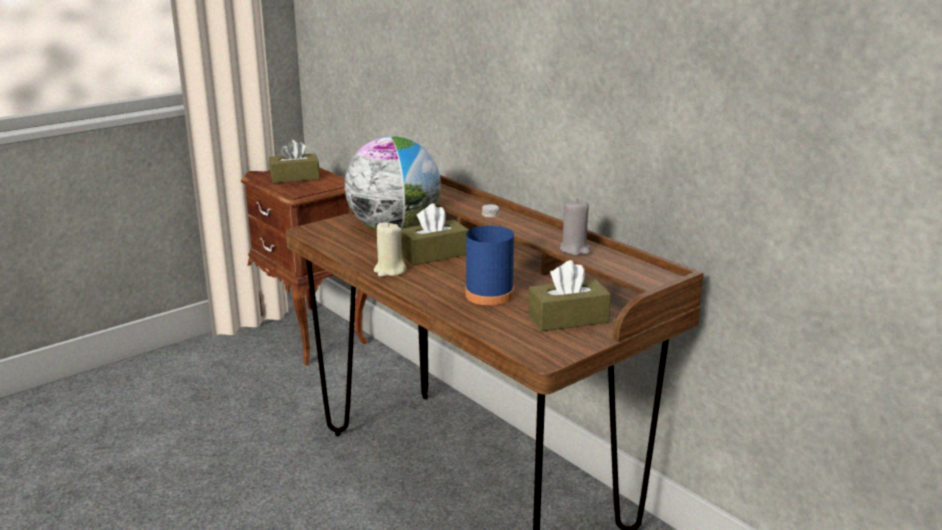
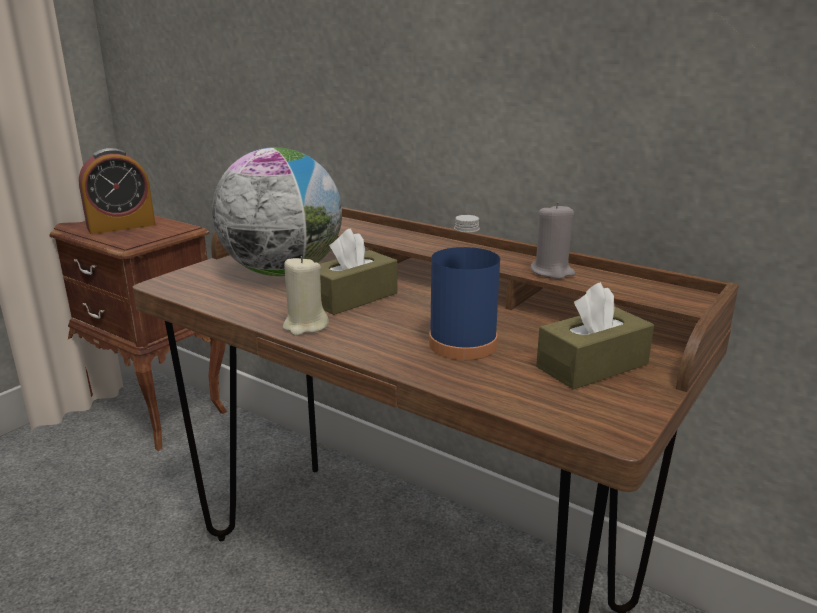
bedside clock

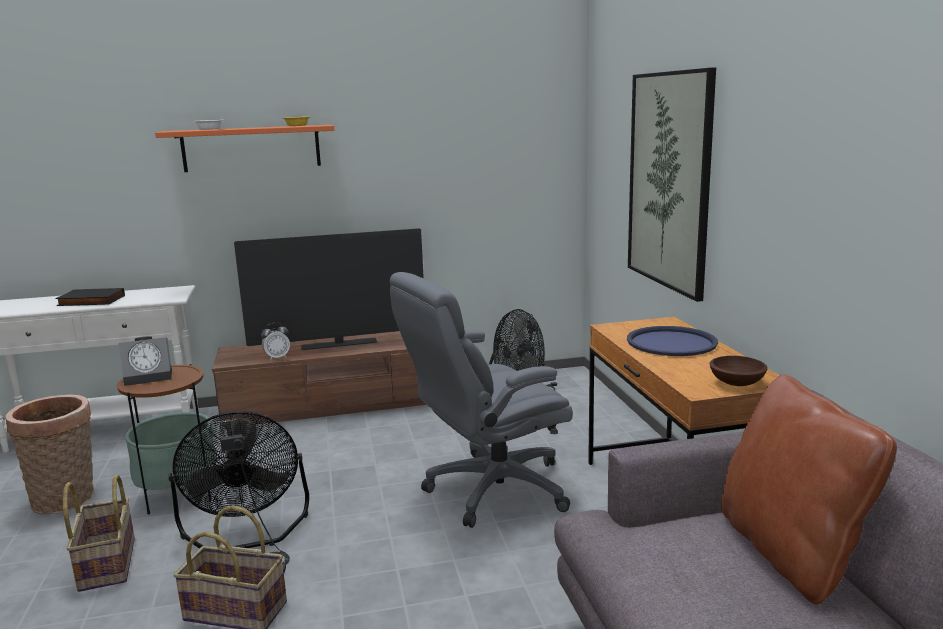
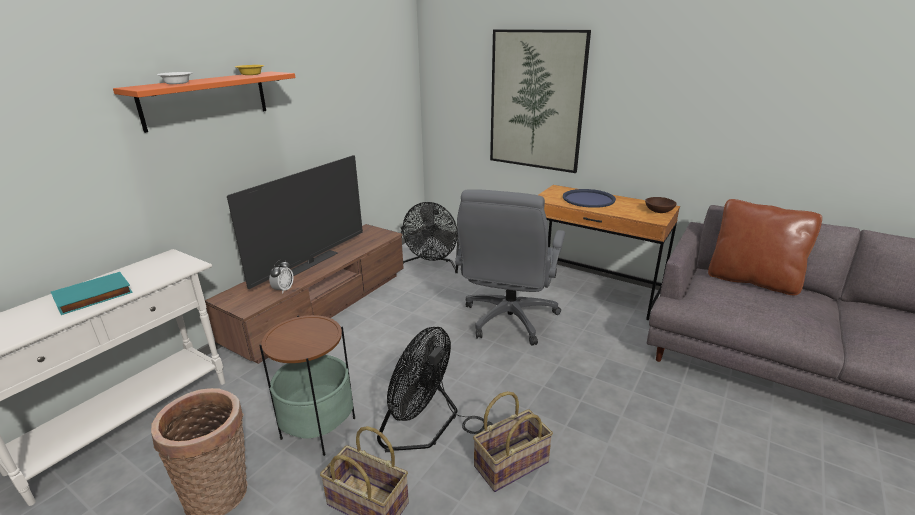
volume/turquoise-coloured; bedside clock (no. 1 from left in the first image)

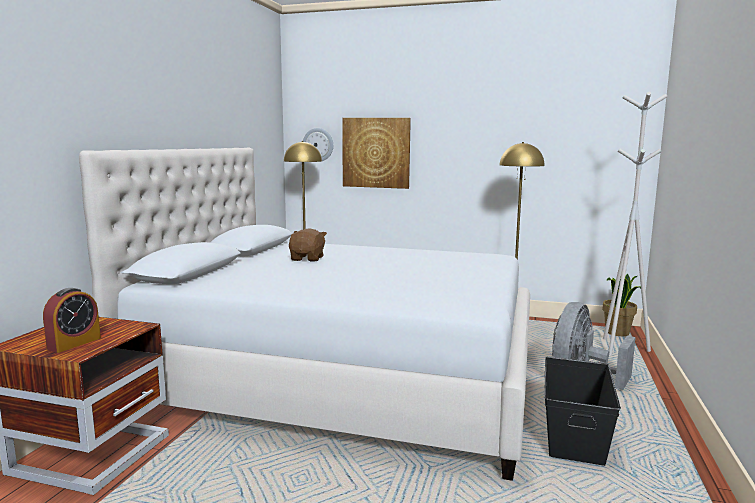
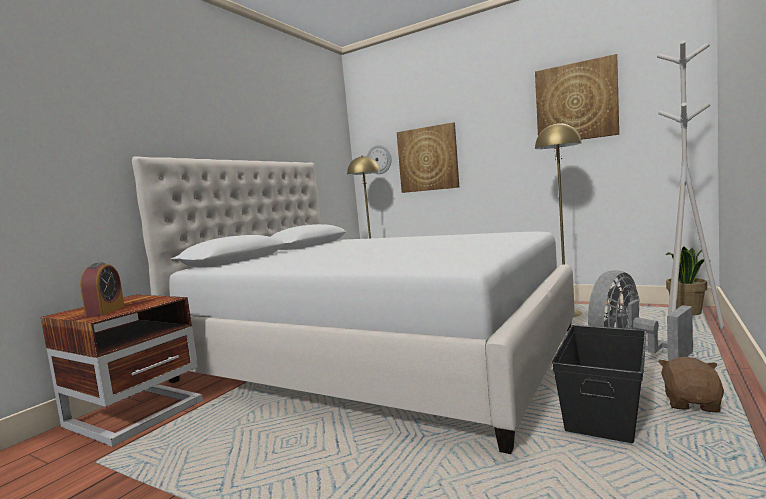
bedside clock; cuddly toy/brownish; picture (no. 2 from left)

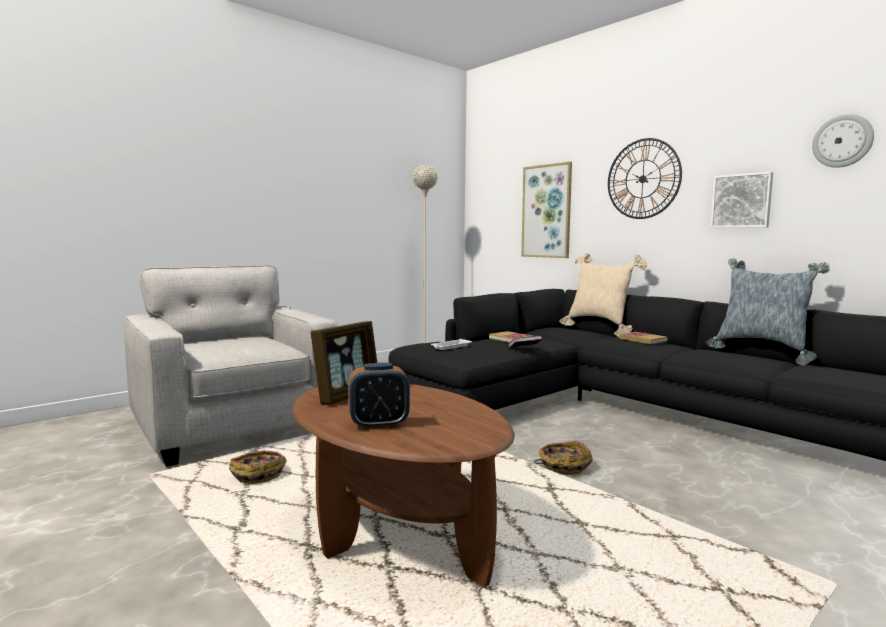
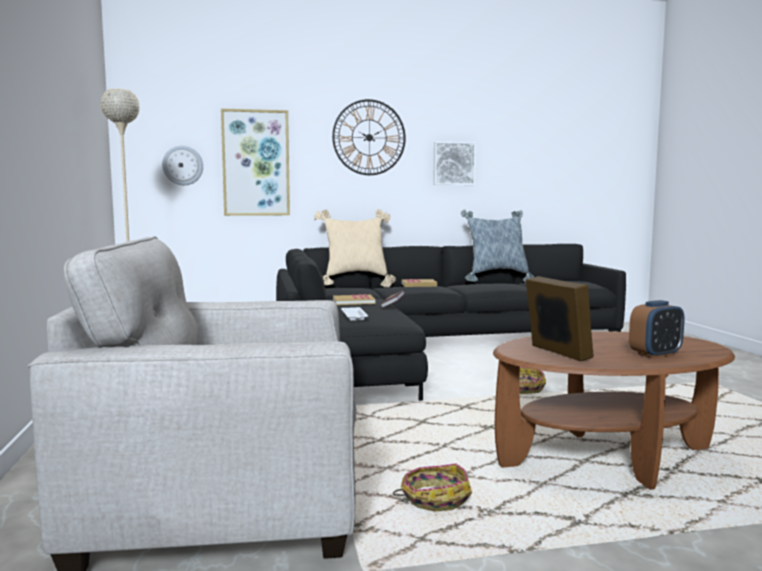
bedside clock; wall clock (no. 1 from left)

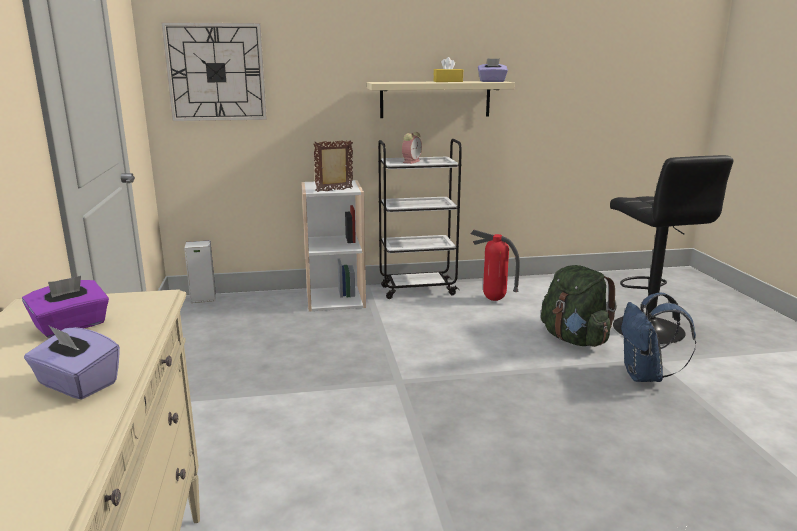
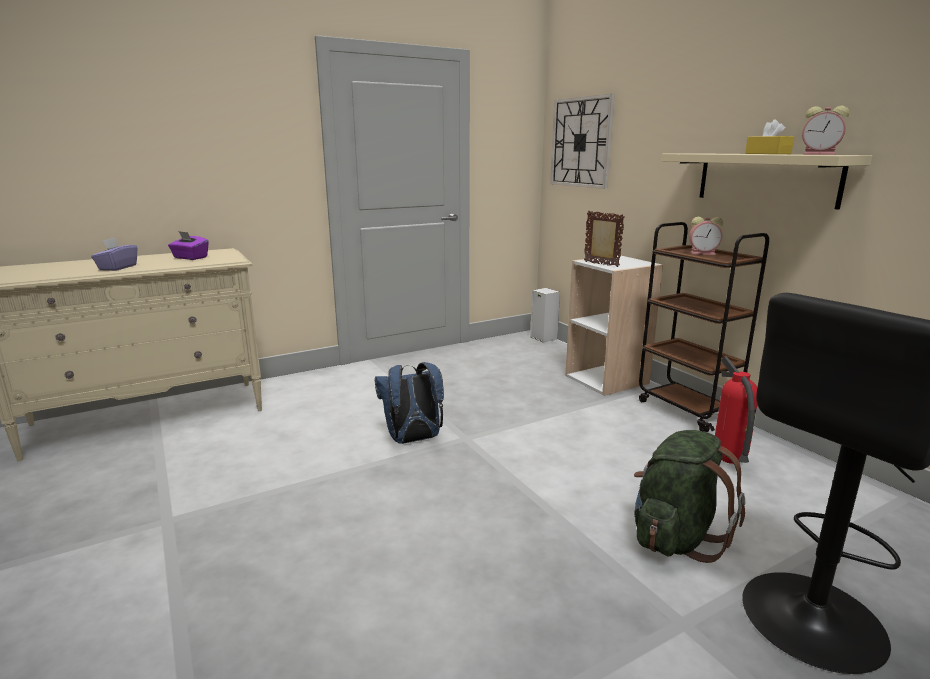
trolley/brownish; bedside clock (no. 2 from left); backpack/blue-coloured

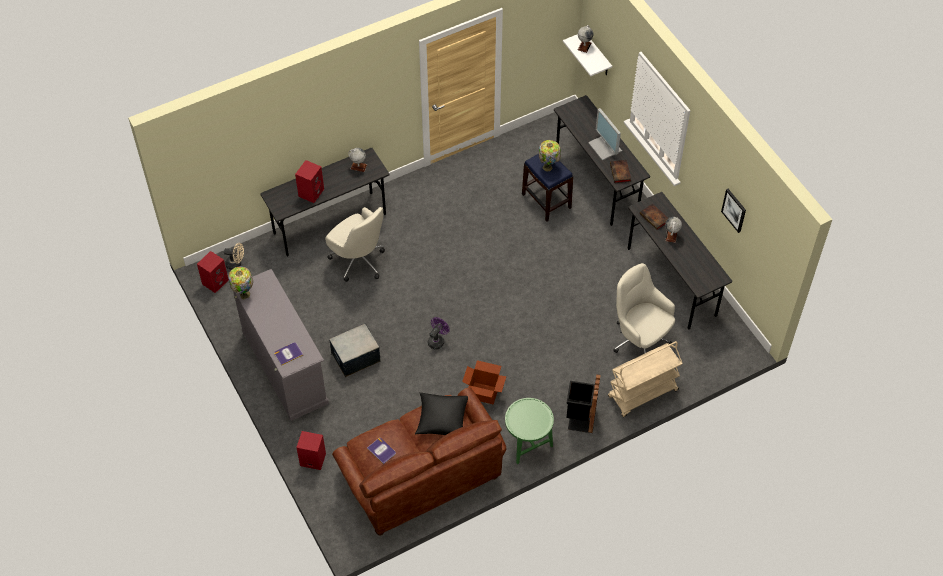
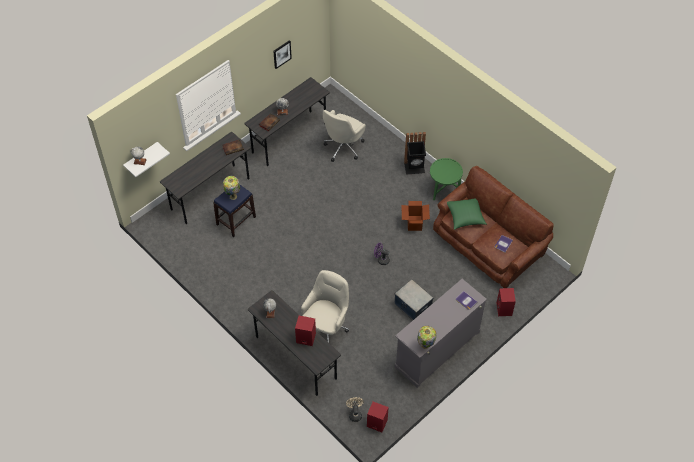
cushion/greenish; computer display; trolley/sand-coloured

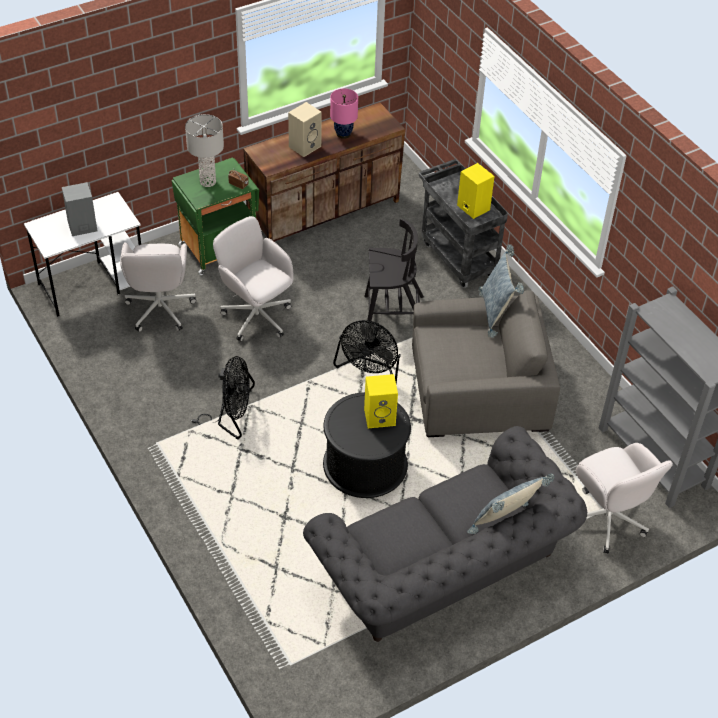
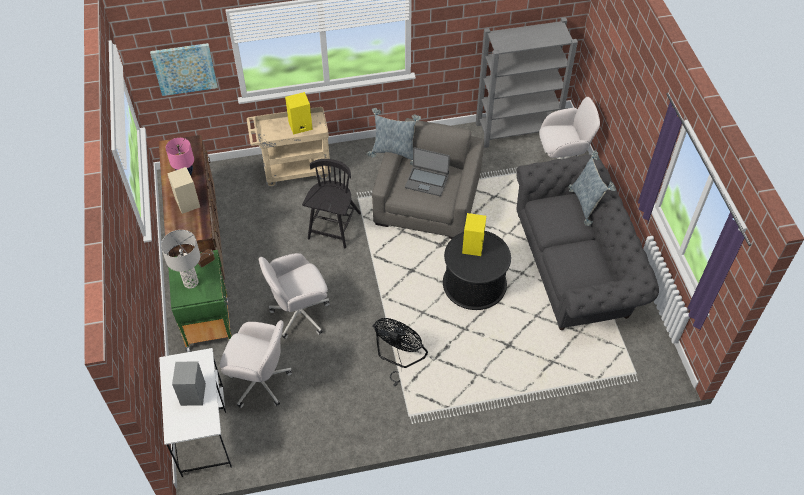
cooling fan/blackish (no. 2 from left in the first image); trolley/sand-coloured; picture; laptop

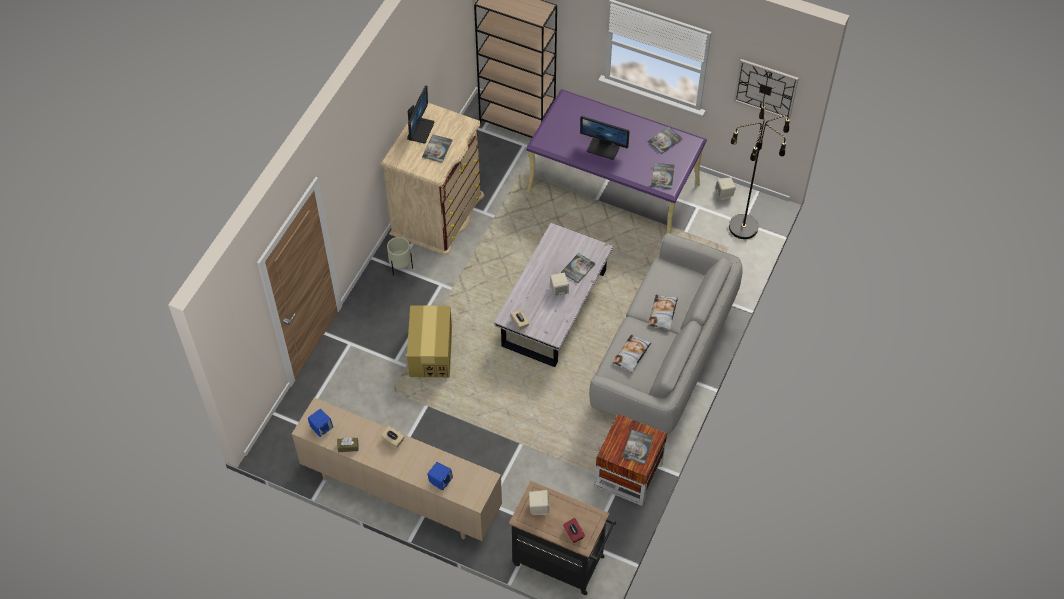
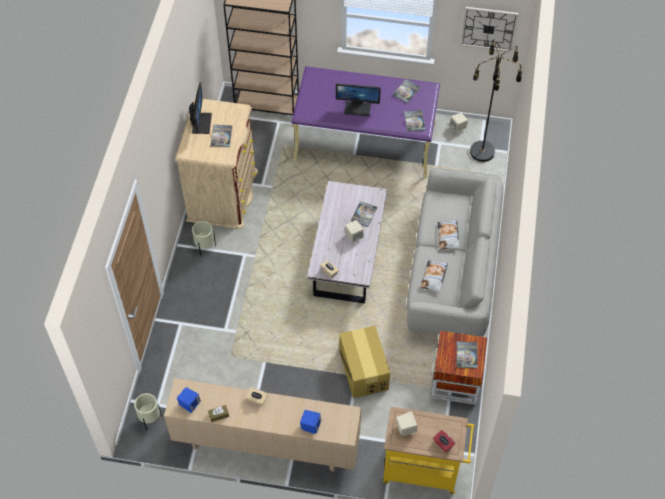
cardboard box; trolley/yellowish; flower pot/sand-coloured (no. 1 from left)

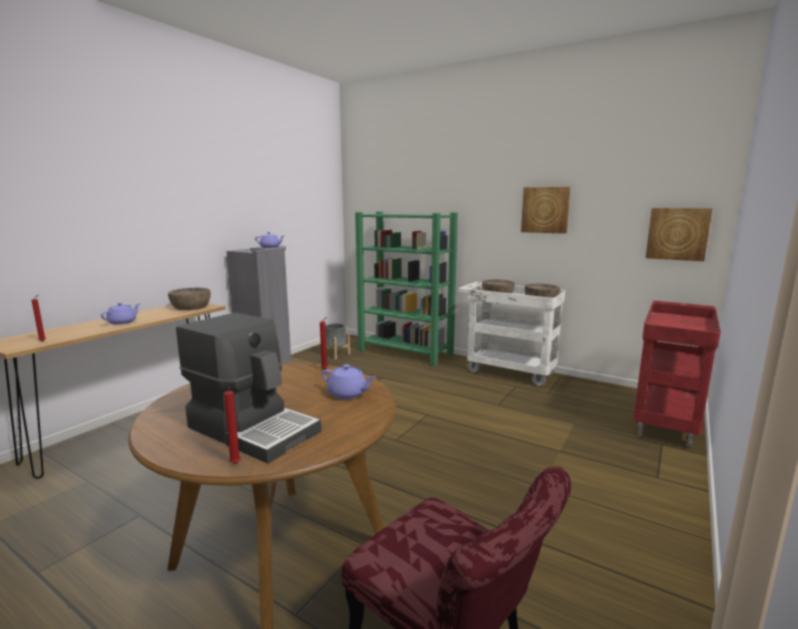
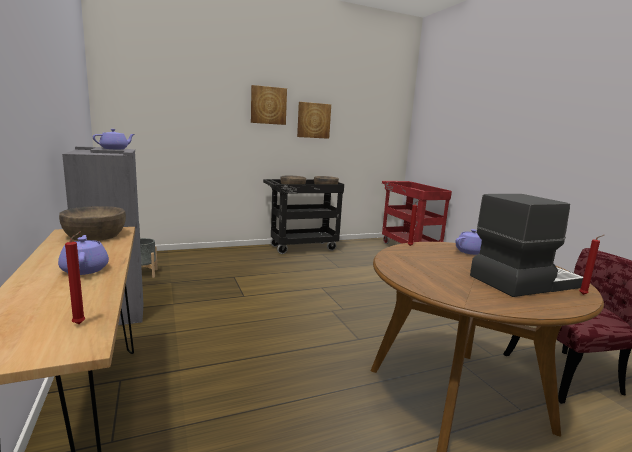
bookcase/greenish; trolley/blackish; picture (no. 1 from left)

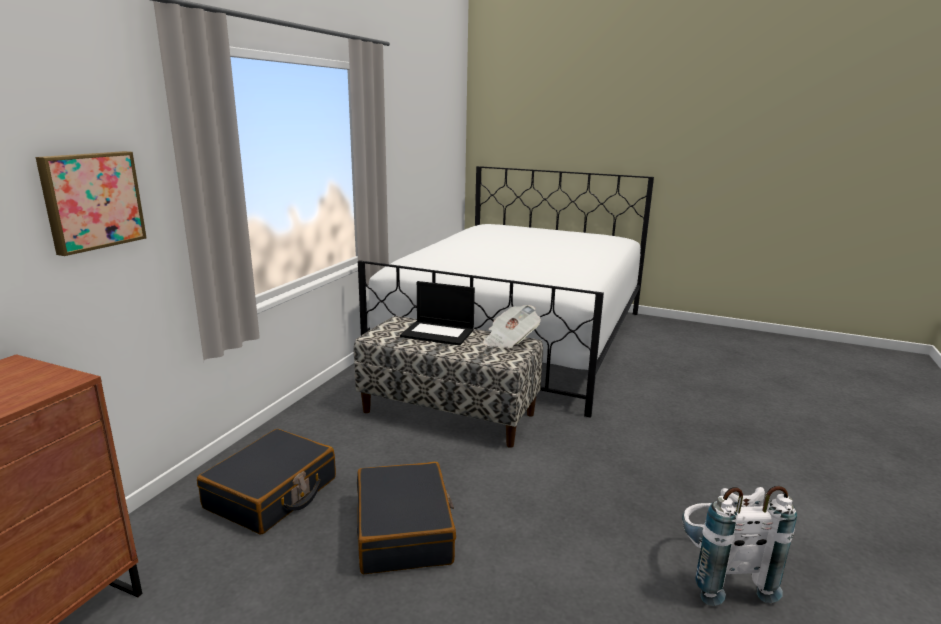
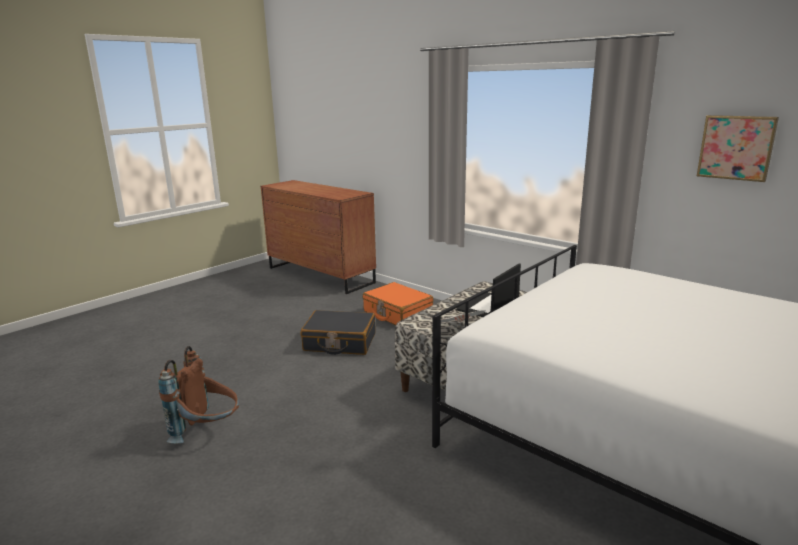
picture; travel case/orange-coloured; backpack/brownish

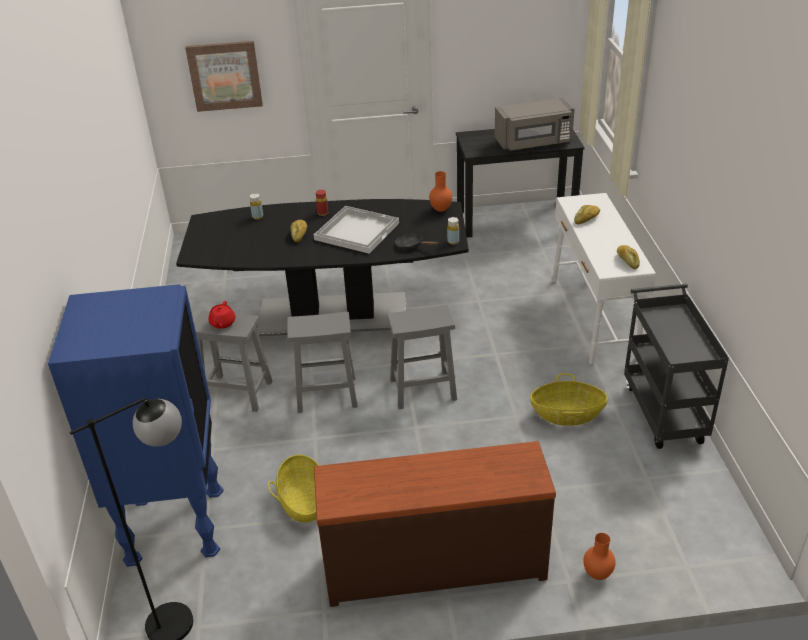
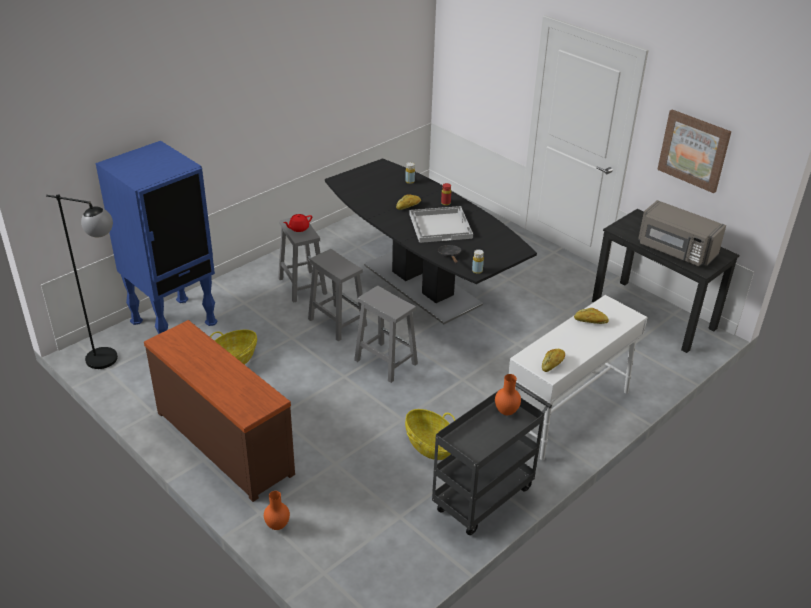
picture; flower vase/orange-coloured (no. 2 from left)

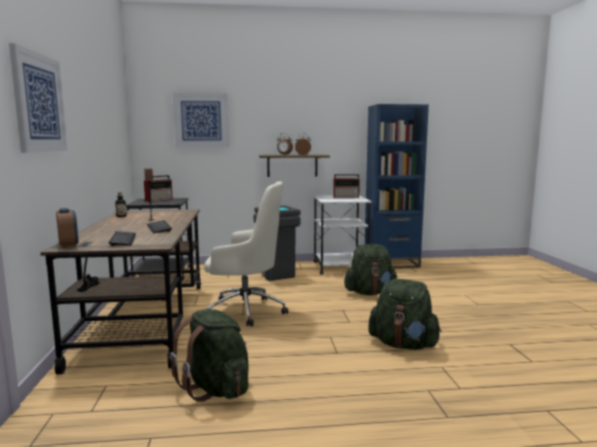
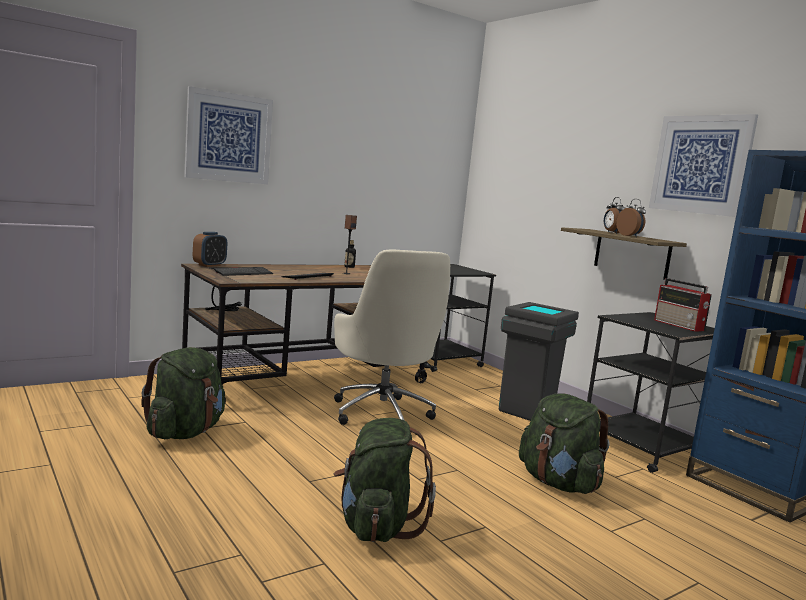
radio (no. 1 from left in the first image); picture (no. 2 from left); trolley/blackish (no. 2 from left)

